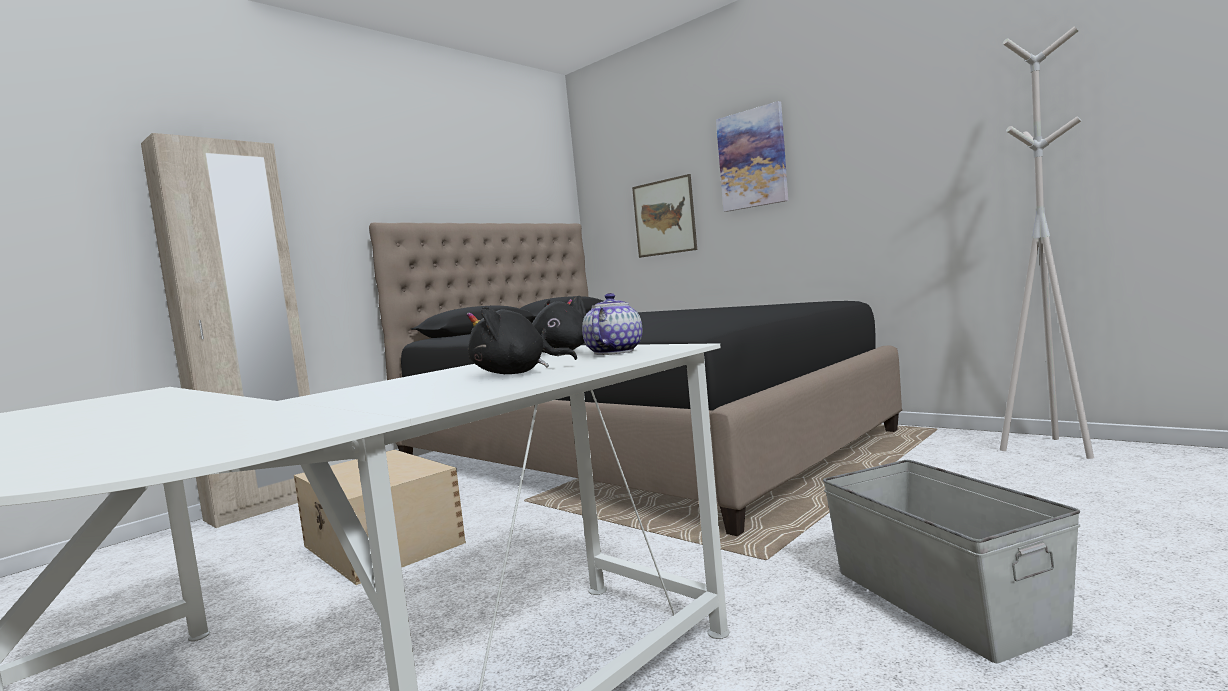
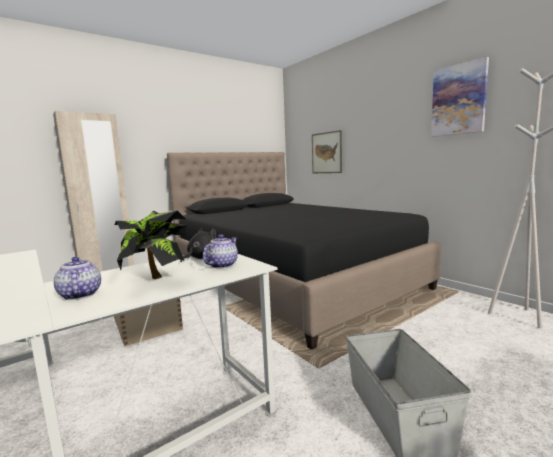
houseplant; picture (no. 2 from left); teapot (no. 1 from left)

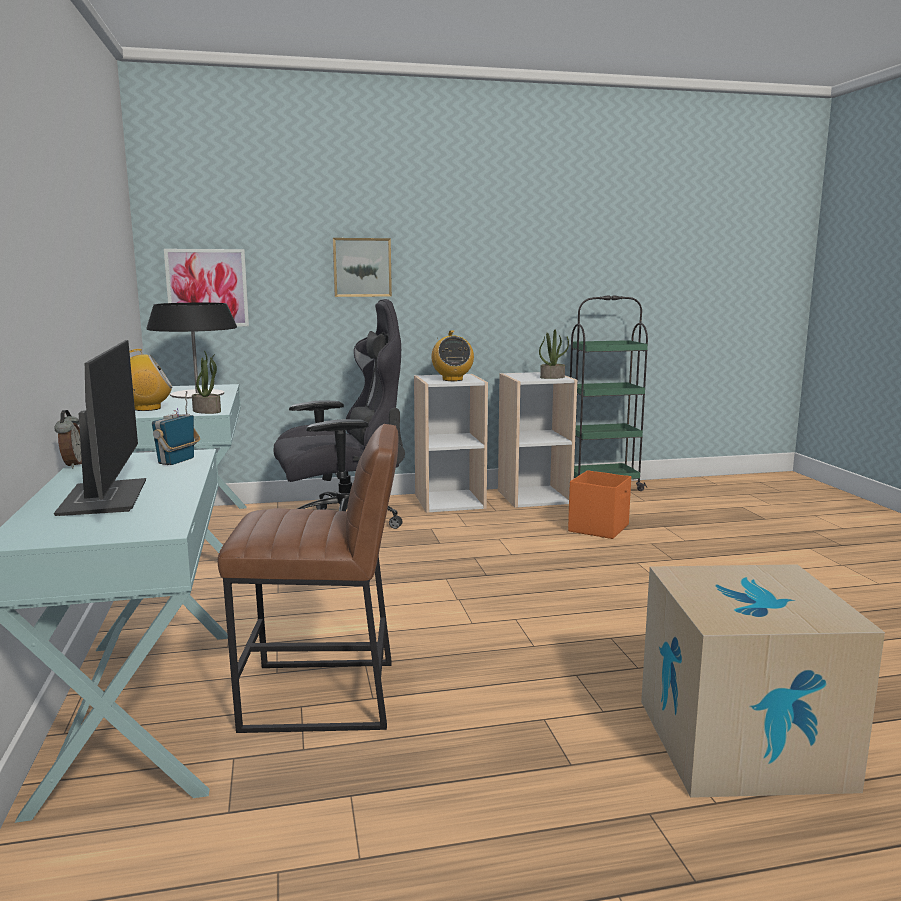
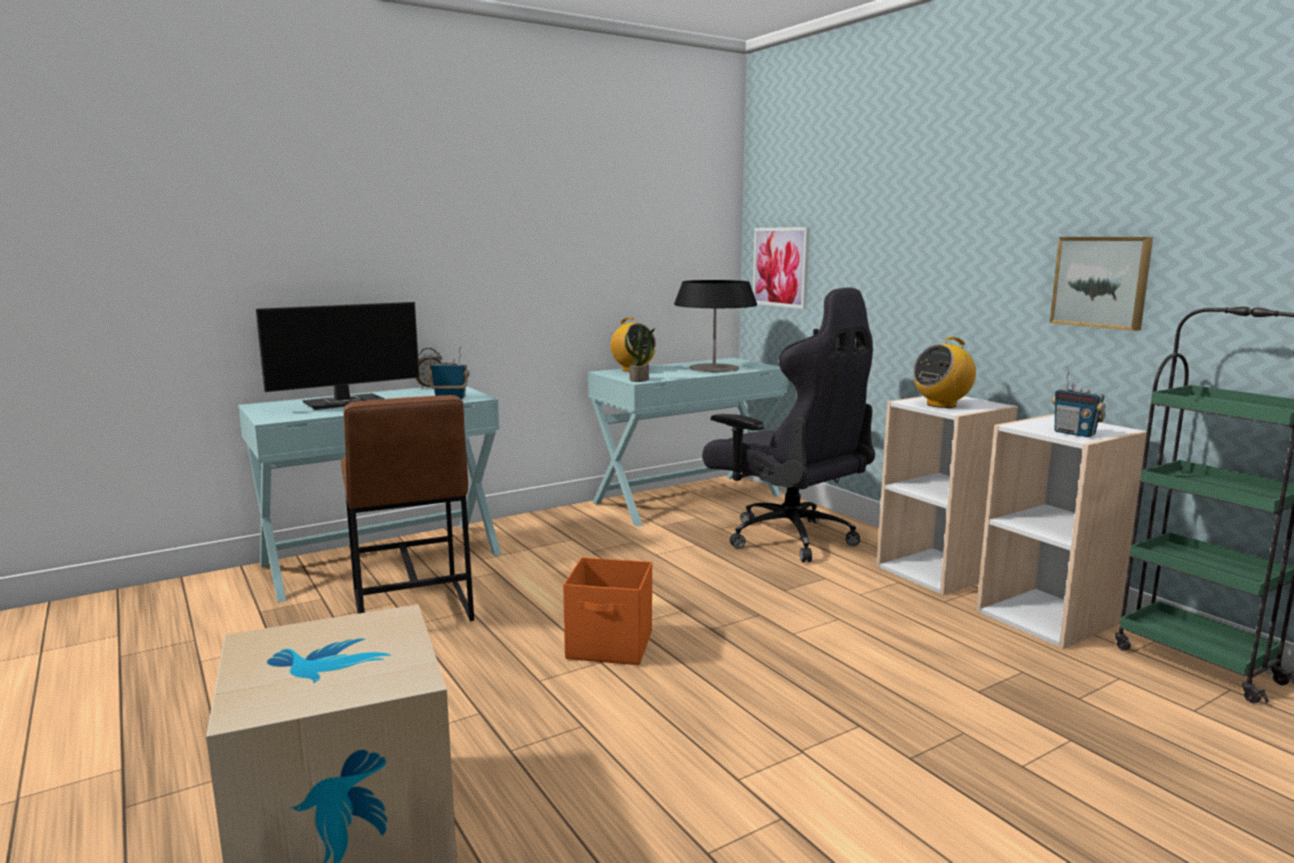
picture (no. 2 from left); radio (no. 4 from left); storage container/orange-coloured

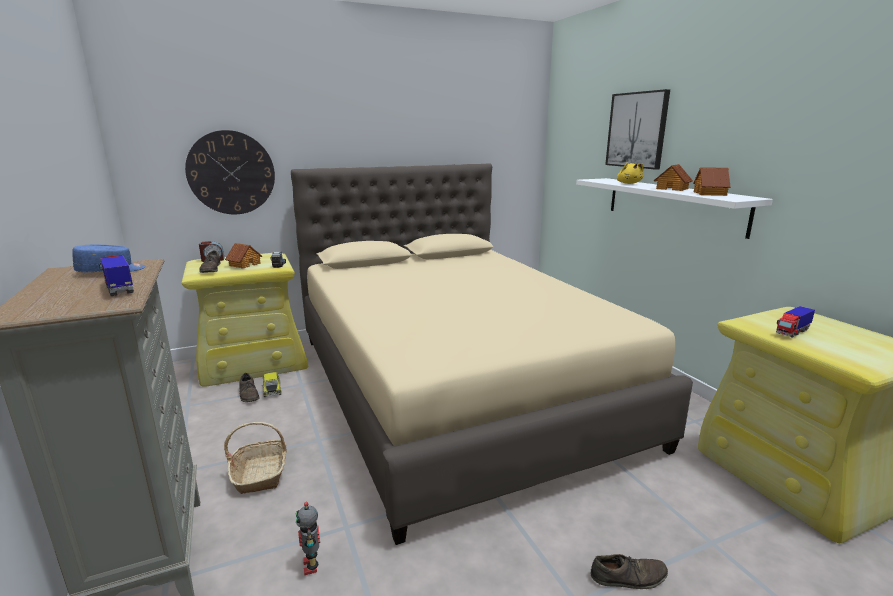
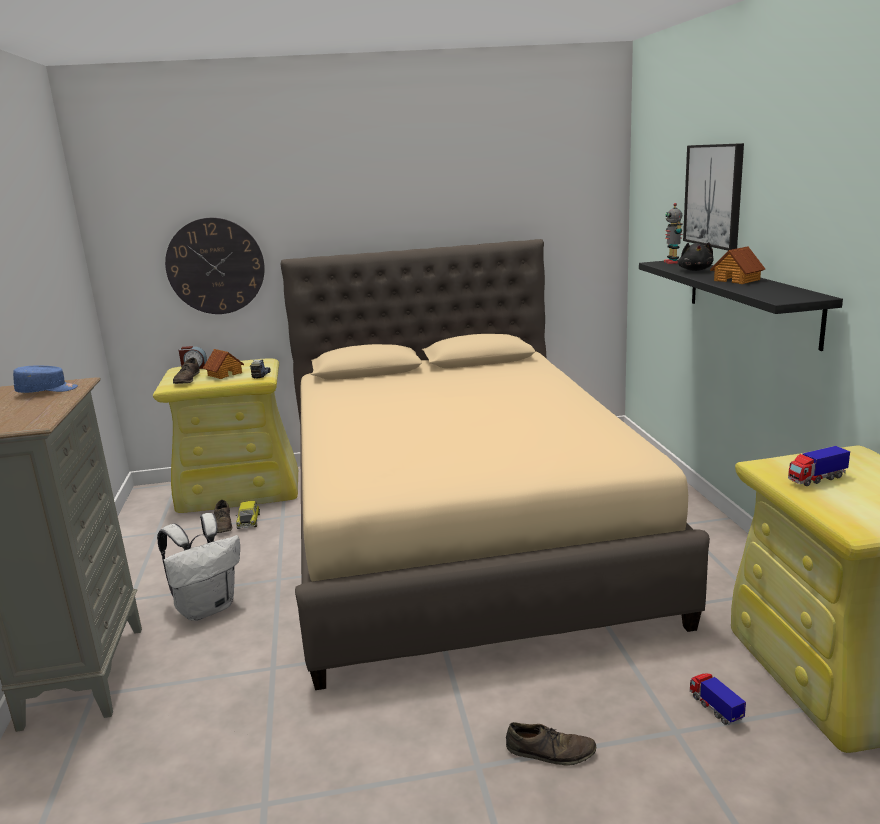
toy truck (no. 2 from left); backpack/whitish; toy robot; bracket shelf/blackish; cuddly toy/blackish; toy house (no. 3 from left in the first image)

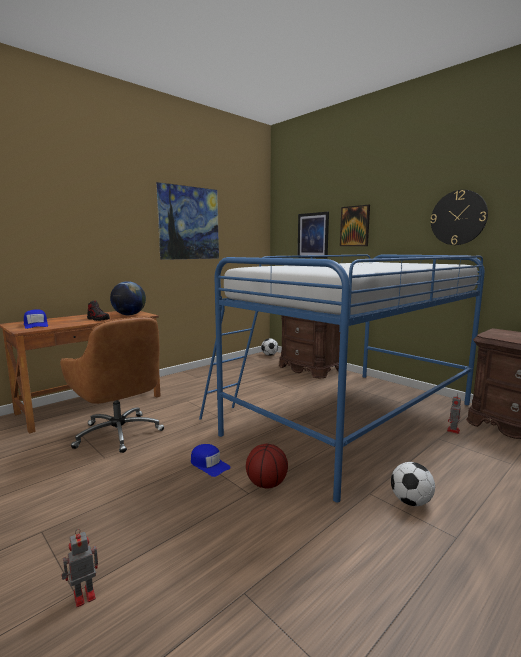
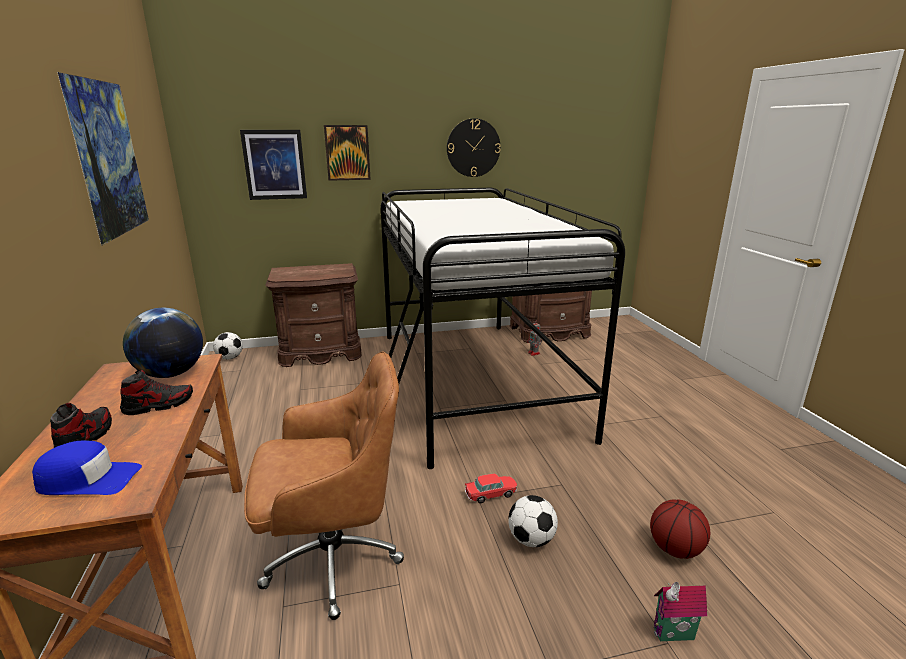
toy house; model car; sleeping bed/blackish; basketball; football (no. 2 from left); low shoe (no. 1 from left)

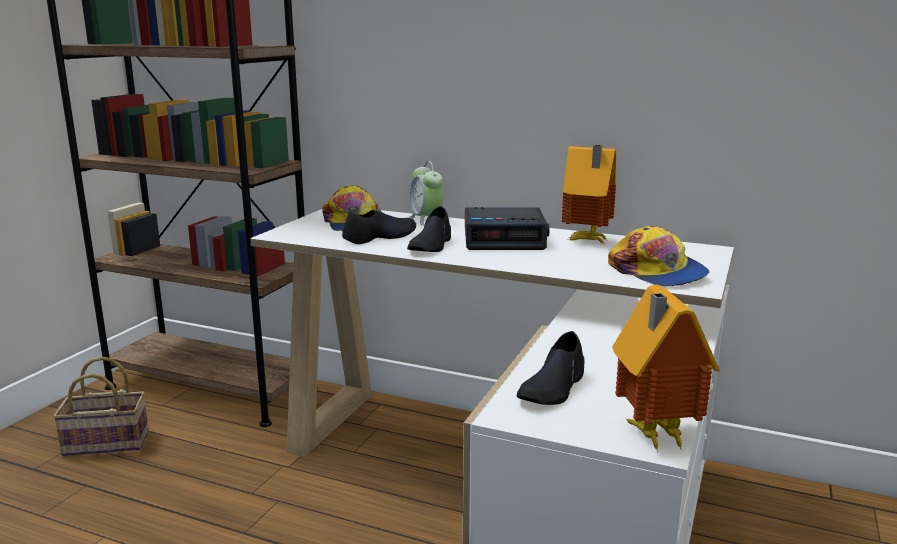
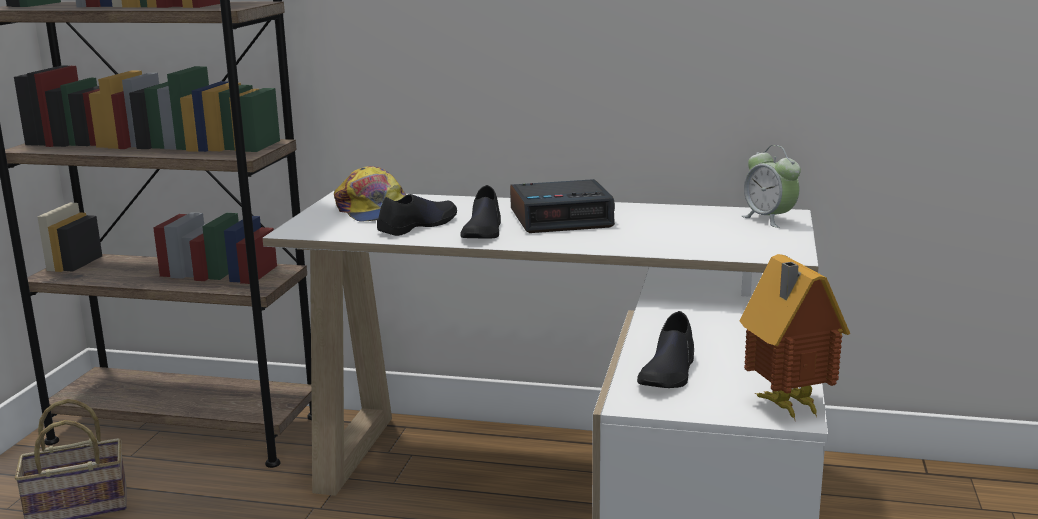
bedside clock (no. 2 from left); toy house (no. 1 from left in the first image); baseball cap (no. 2 from left in the first image)

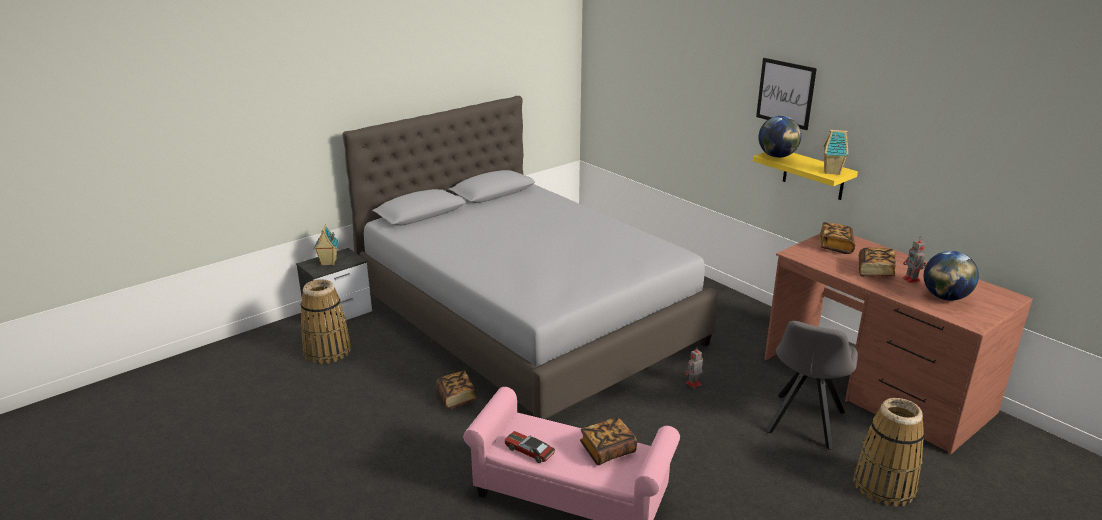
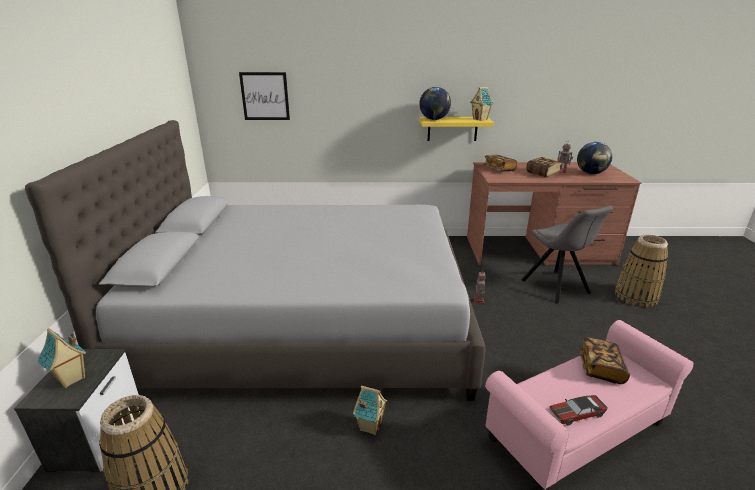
toy house (no. 2 from left); picture

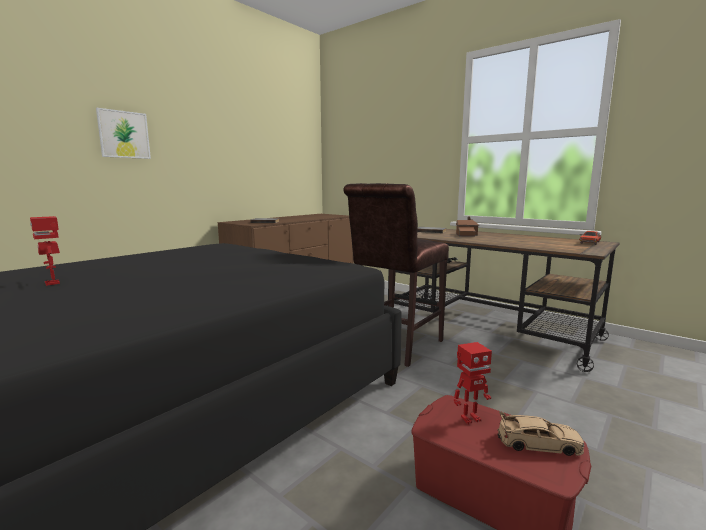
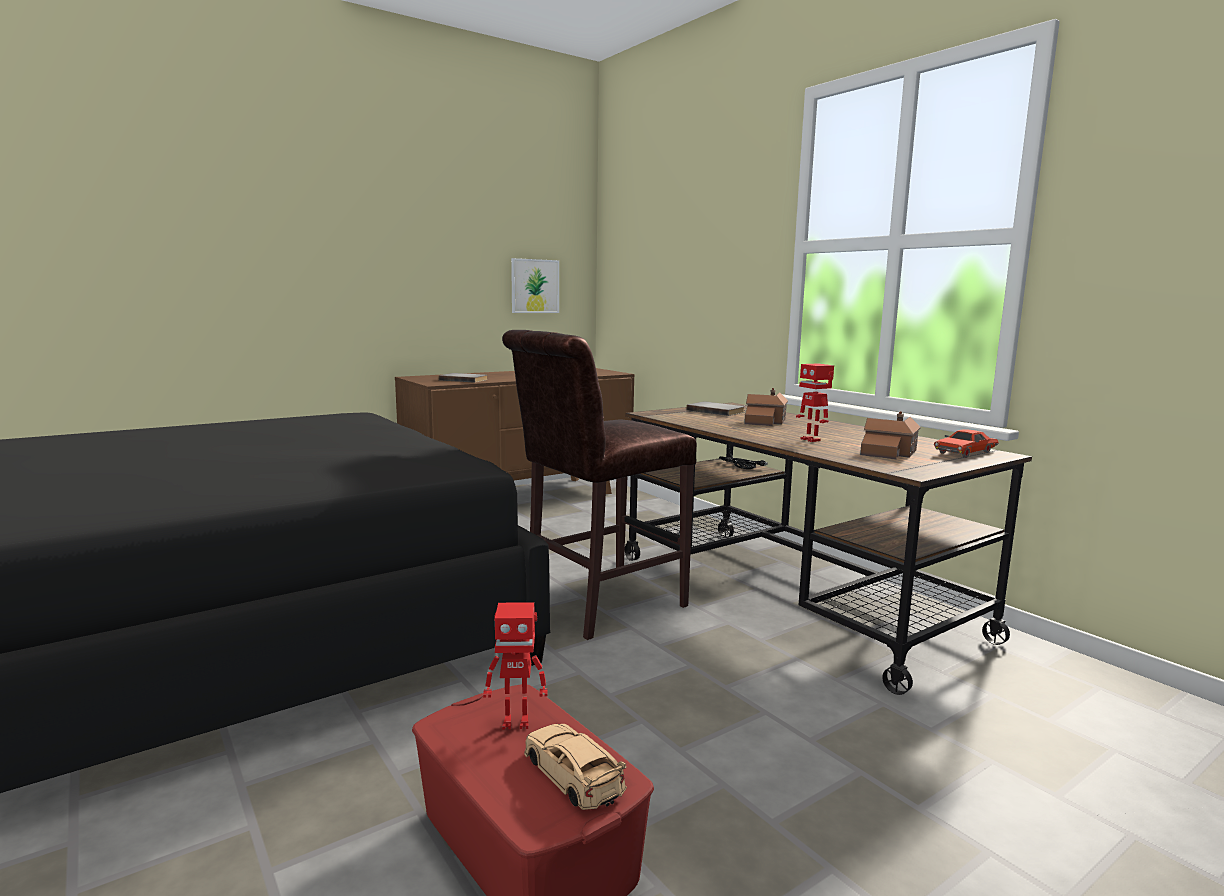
toy robot (no. 2 from left); picture; model car/sand-coloured; toy house (no. 2 from left)

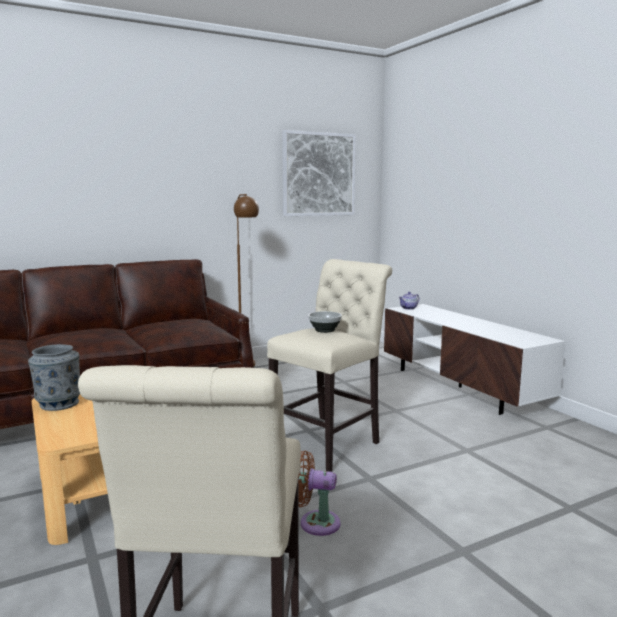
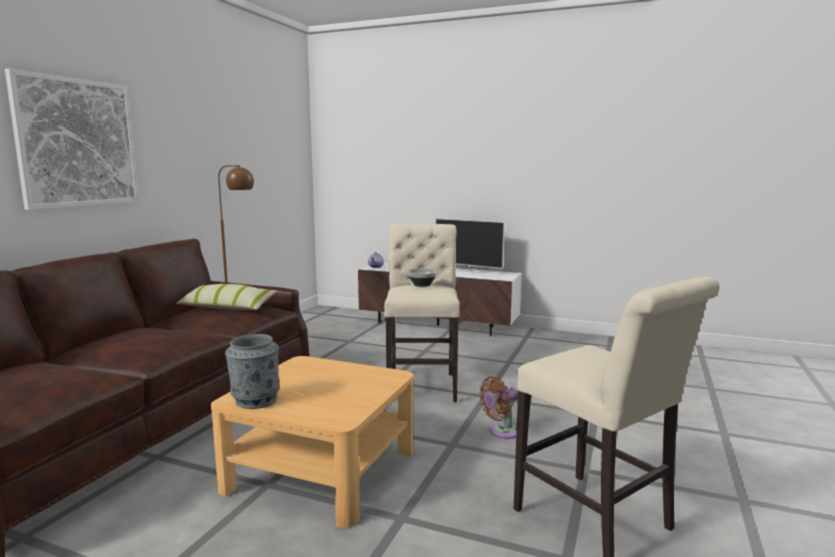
picture; cushion; TV

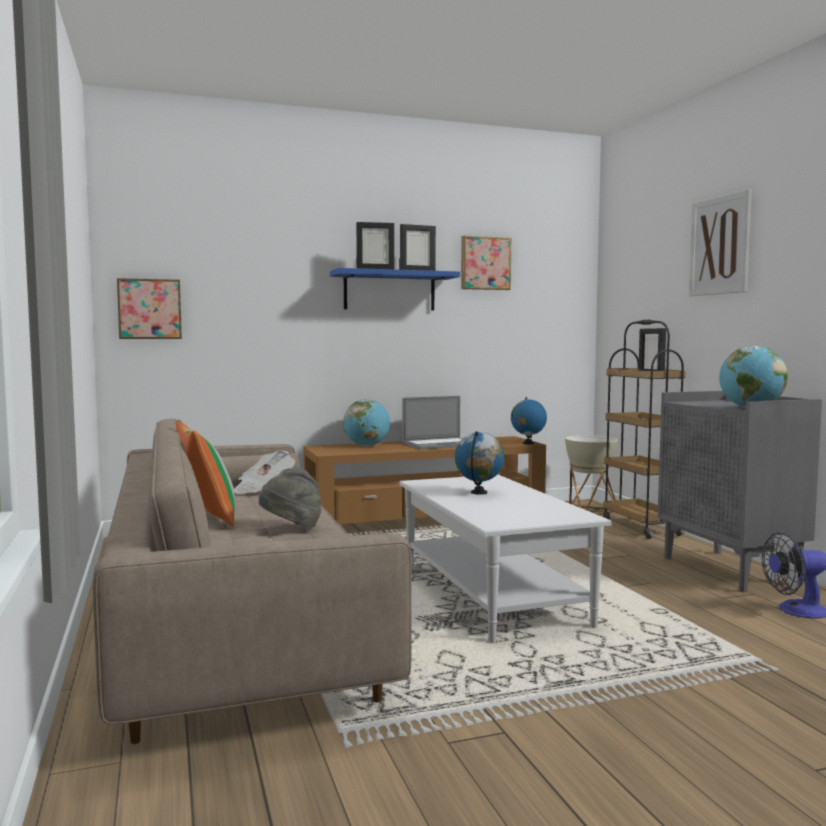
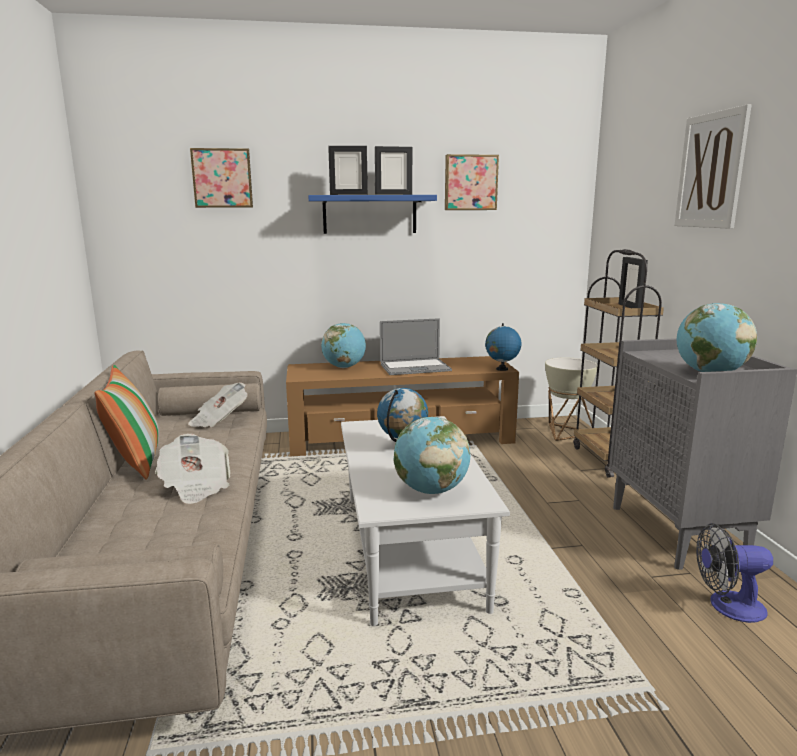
picture (no. 1 from left); newspaper (no. 1 from left); globe (no. 3 from left)

